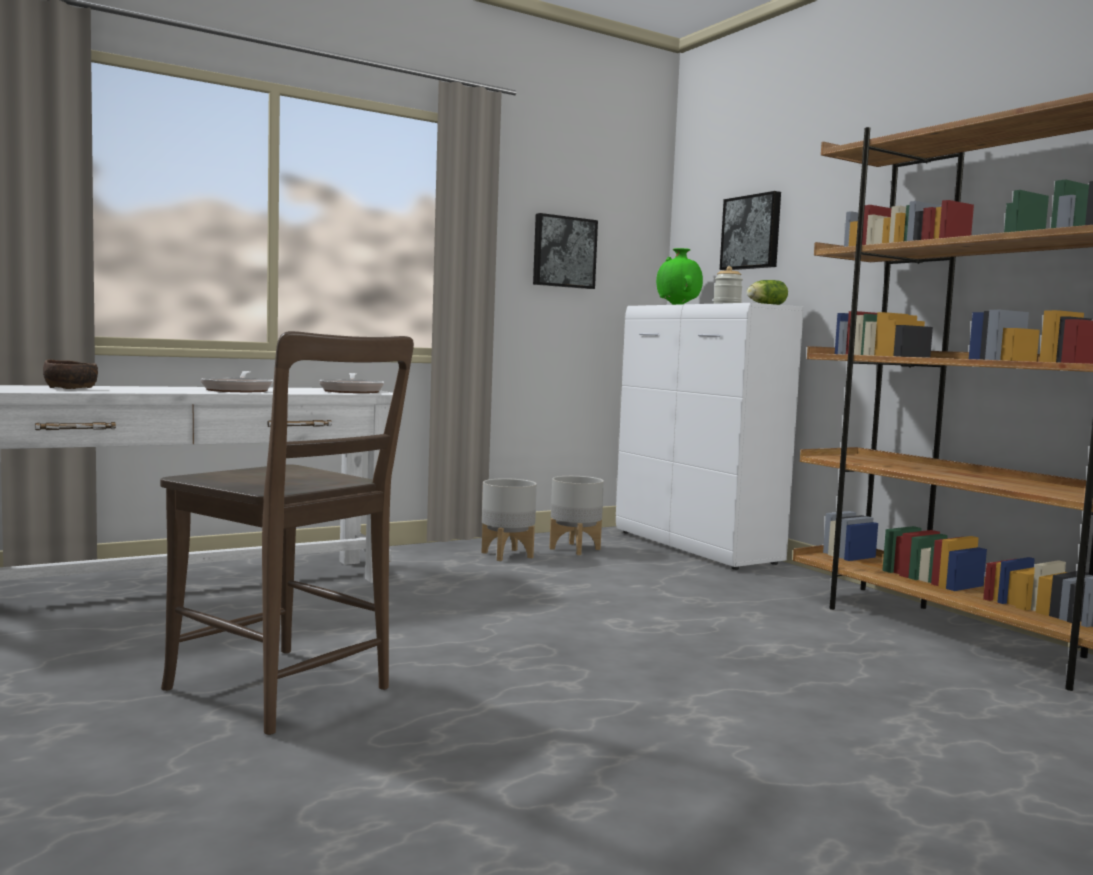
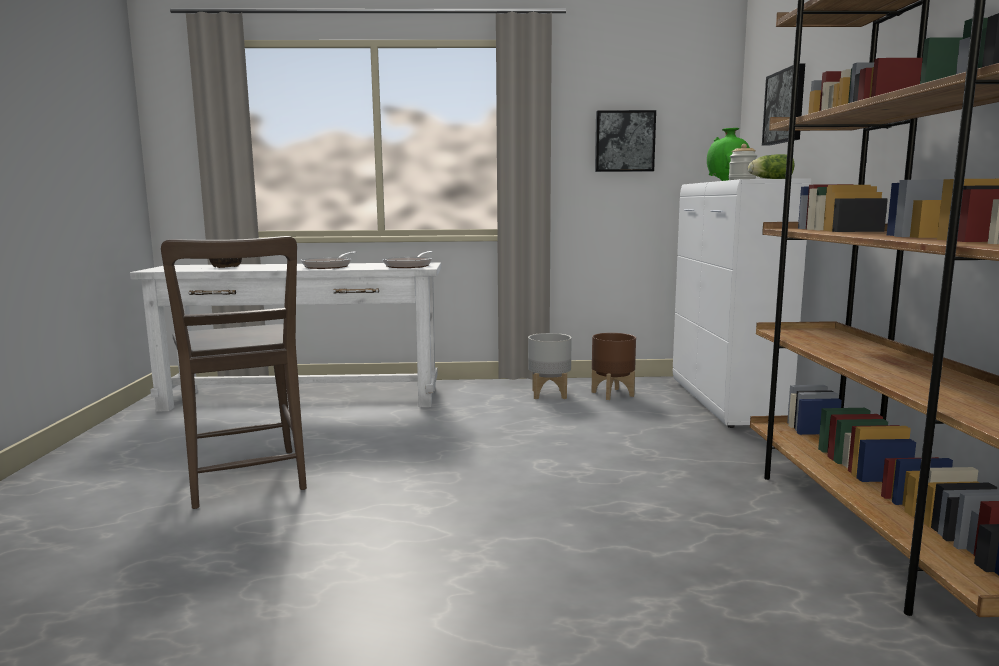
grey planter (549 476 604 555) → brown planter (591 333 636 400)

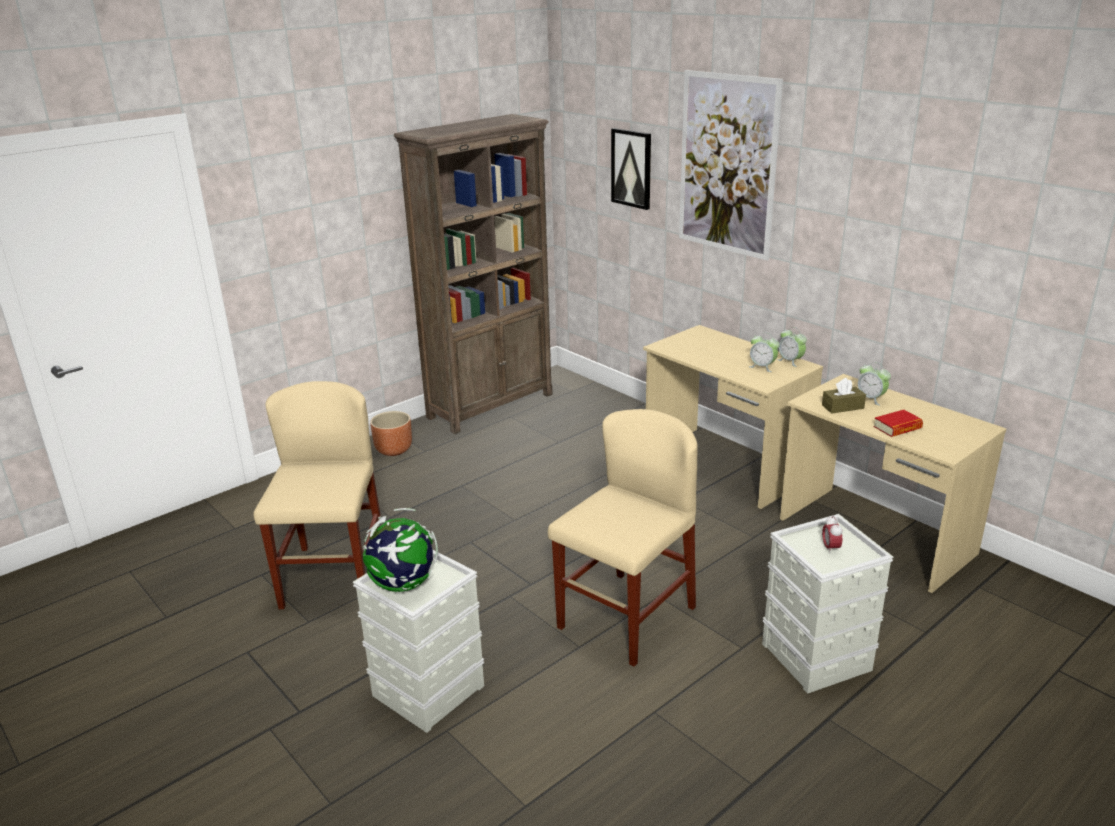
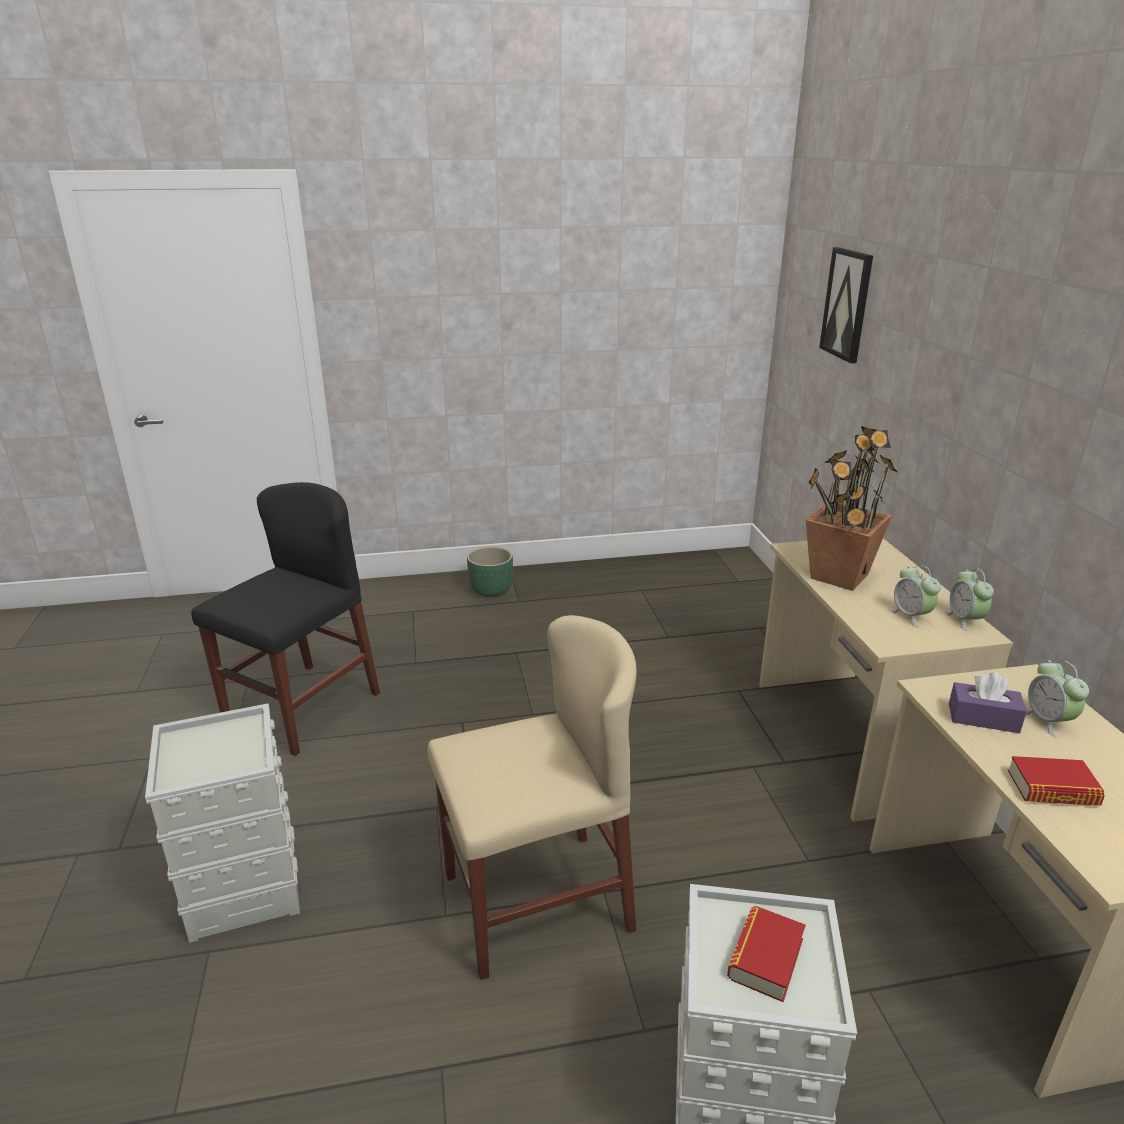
picture (679 70 783 261) → -
brown bookcase (394 114 553 434) → -
brown tissue box (822 378 866 414) → purple tissue box (949 672 1027 733)
beige chair (253 381 381 609) → black chair (191 482 380 756)
brown planter (370 411 412 456) → green planter (467 546 513 597)
globe (363 508 438 592) → -
alarm clock (822 516 842 554) → book (727 906 806 1002)
- → potted plant (806 426 897 591)

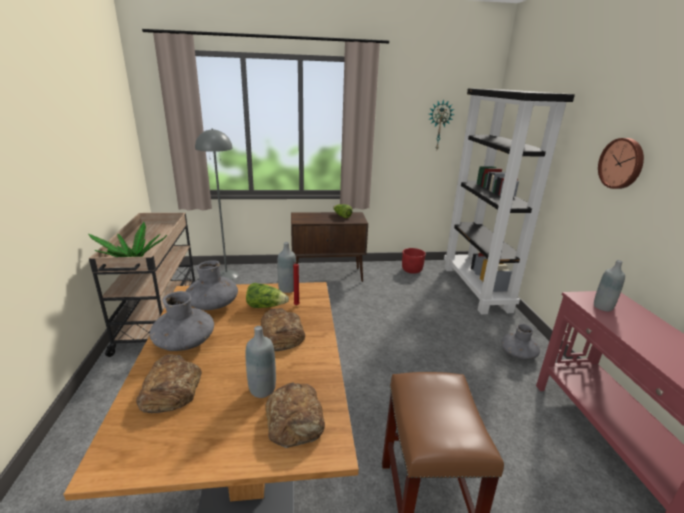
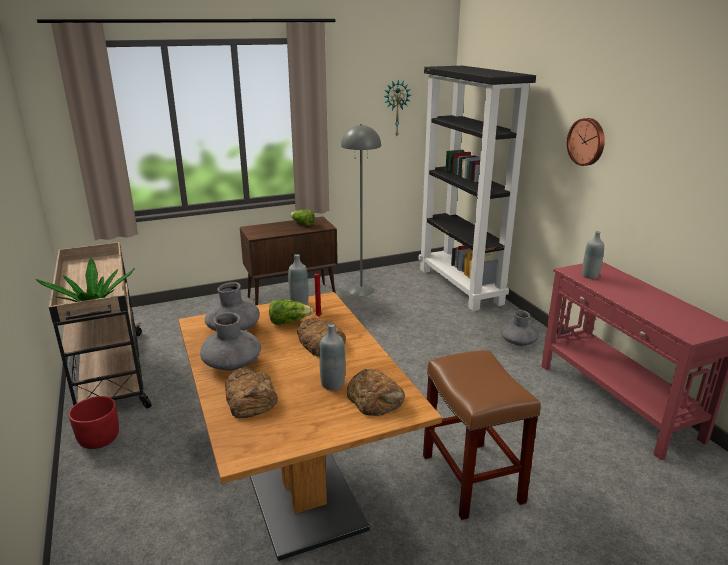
grey floor lamp (195 129 239 280) → grey floor lamp (341 124 381 296), relocated
red planter (402 248 426 274) → red planter (68 396 119 449), relocated

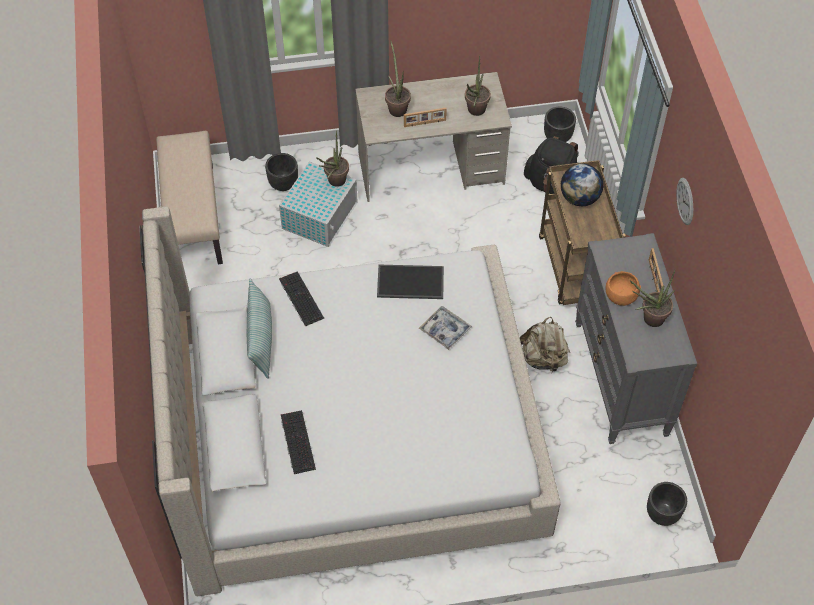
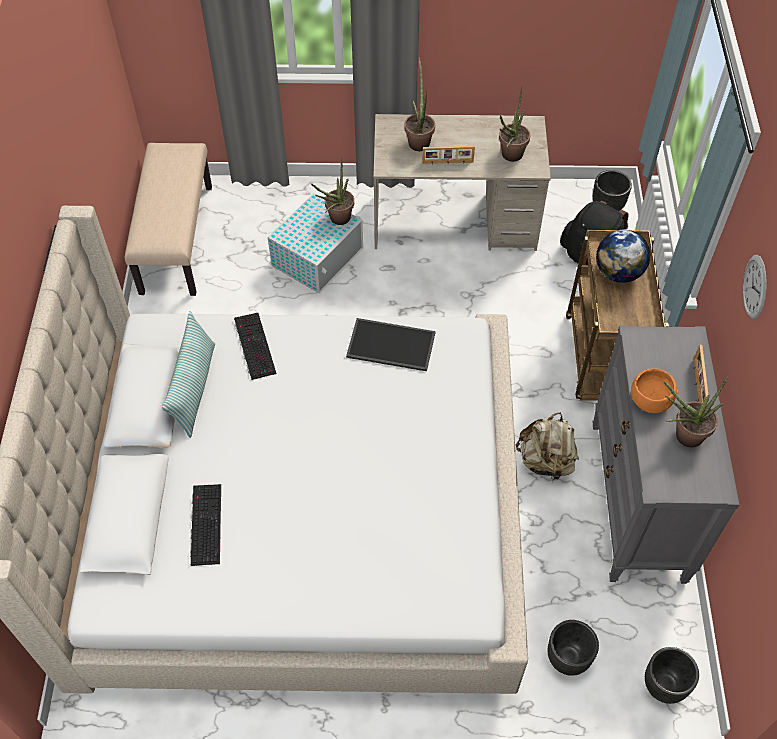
black planter (265 153 298 191) → black planter (548 620 599 676), relocated
tray (419 306 472 350) → -

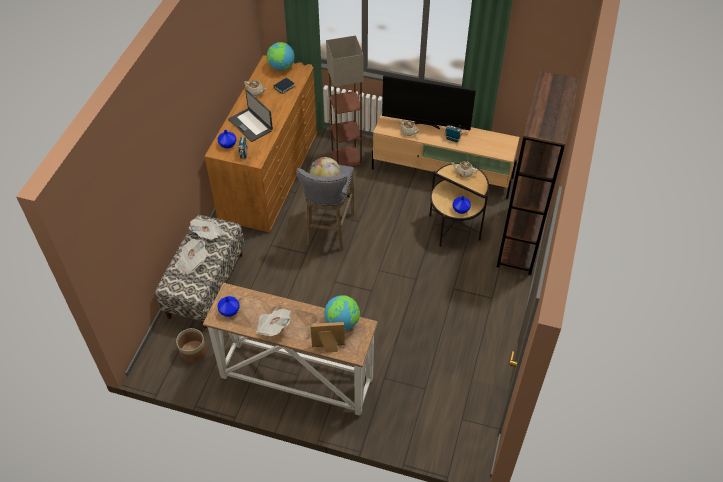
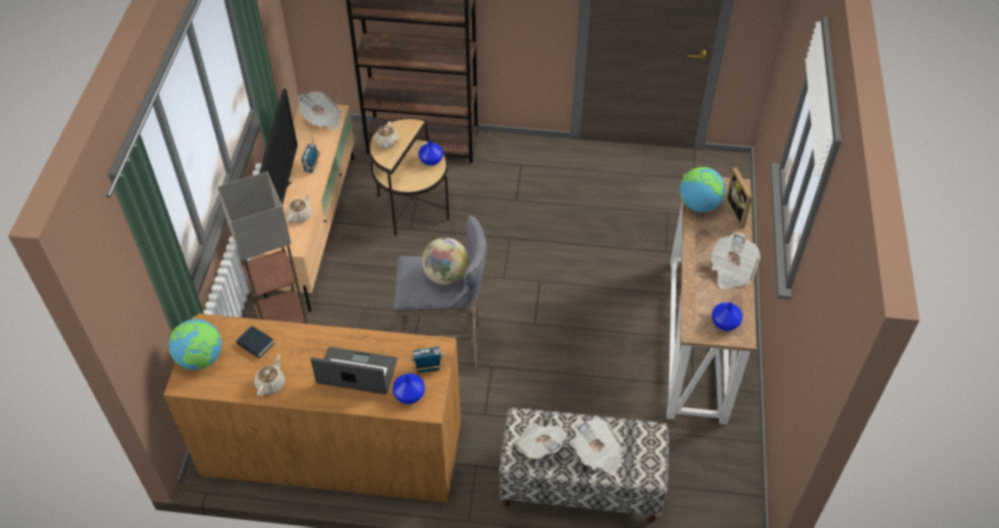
laptop (228 90 273 142) → laptop (310 347 397 394), 120 degrees counterclockwise
planter (176 328 207 363) → -
- → newspaper (299 91 342 130)

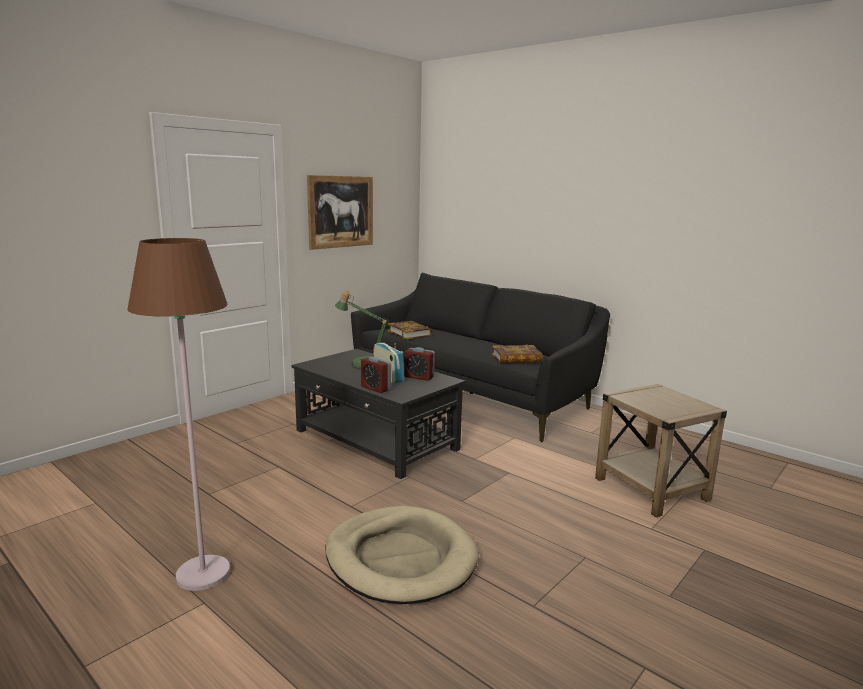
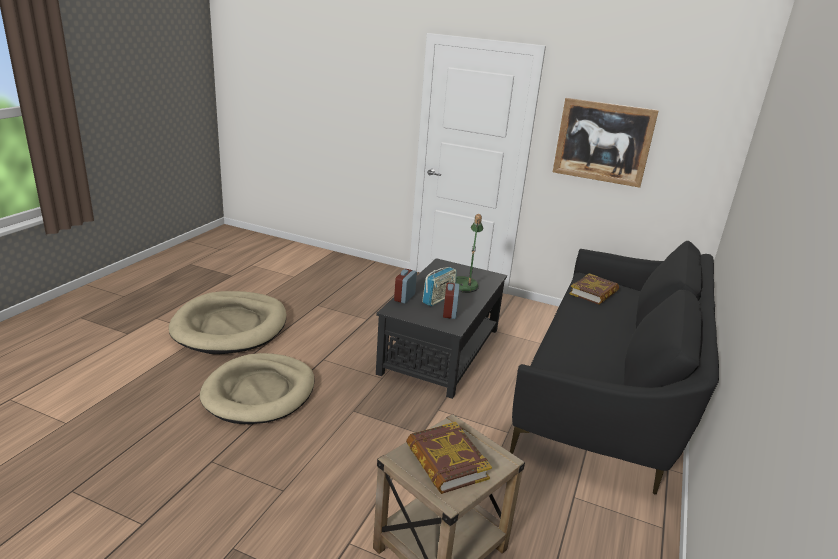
brown floor lamp (127 238 230 591) → beige dog bed (169 291 286 354)
book (492 345 543 363) → book (406 422 492 494), relocated

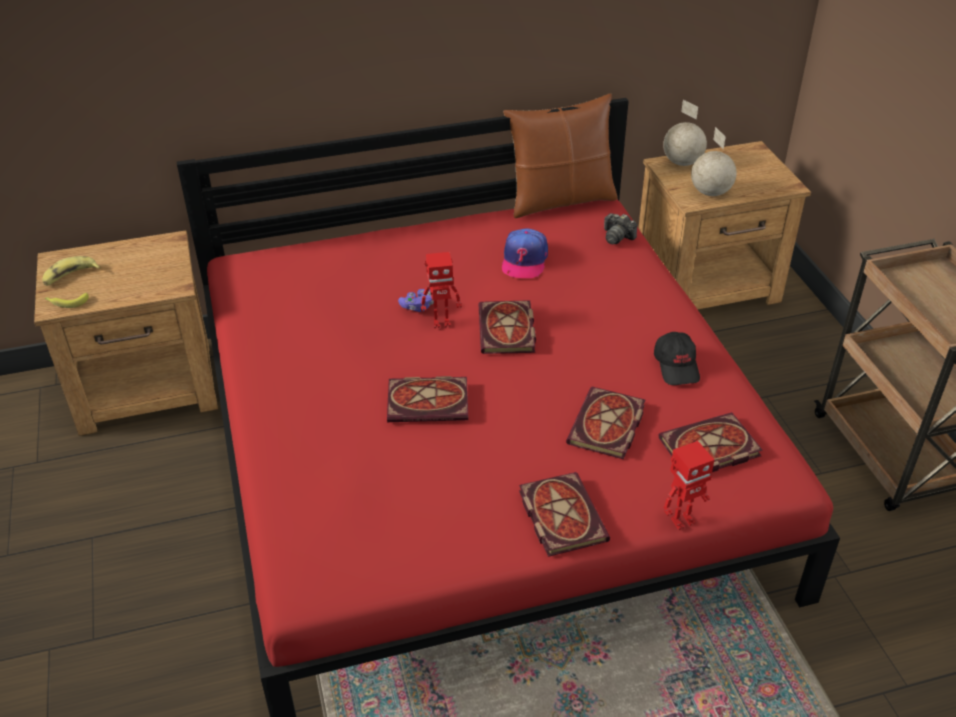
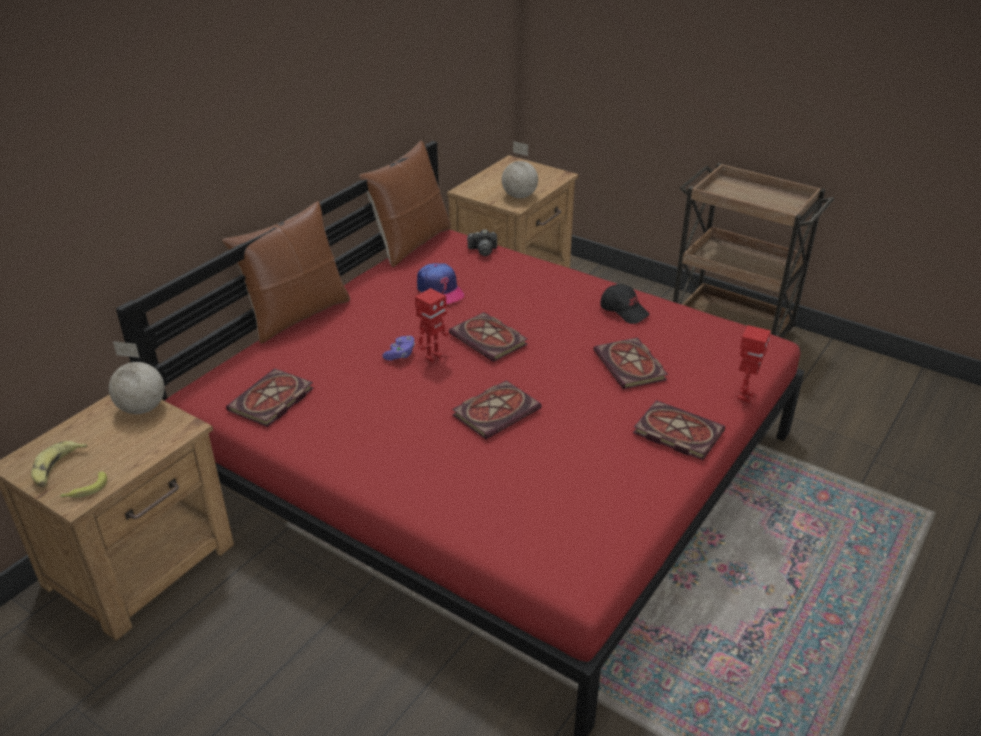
globe (663 100 707 166) → globe (109 341 165 414), relocated
book (658 412 763 472) → book (226 368 314 427), relocated
- → brown pillow (222 201 350 344)

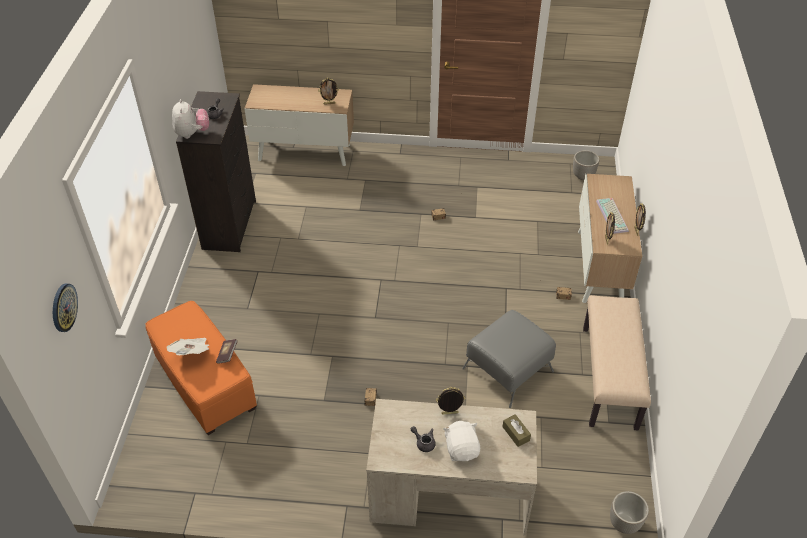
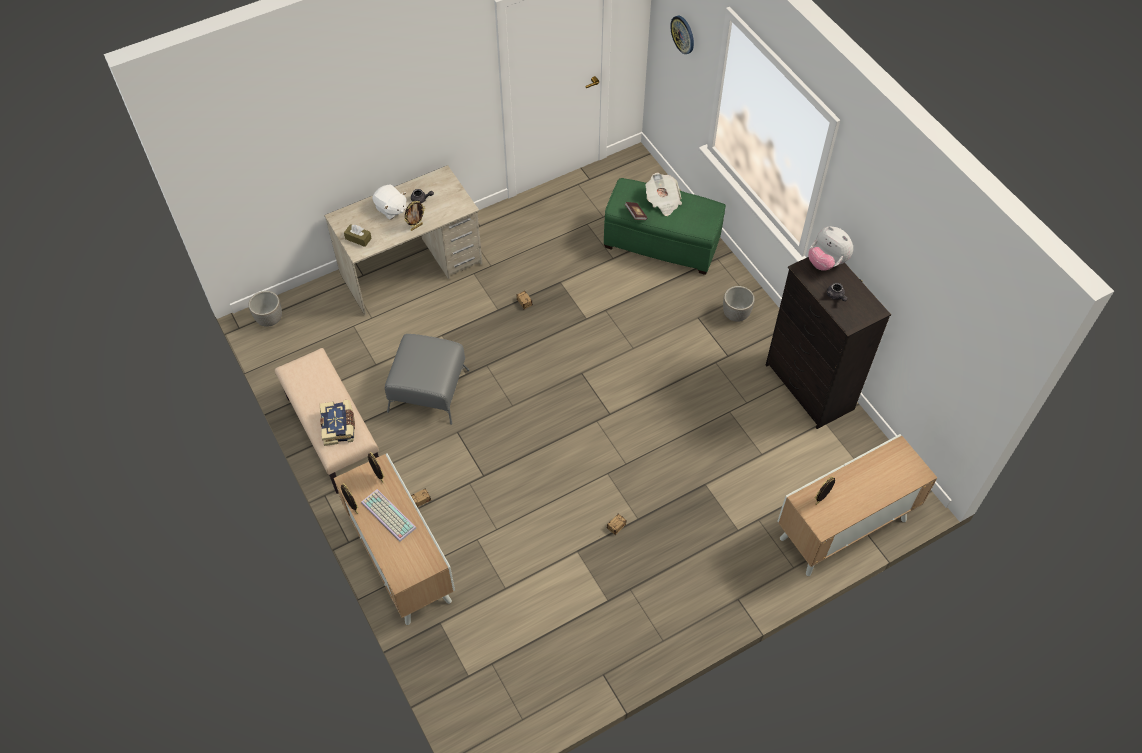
planter (573 150 599 180) → planter (723 286 755 322), relocated
orange ottoman (145 301 257 435) → green ottoman (604 178 726 275)
- → book (320 400 355 446)

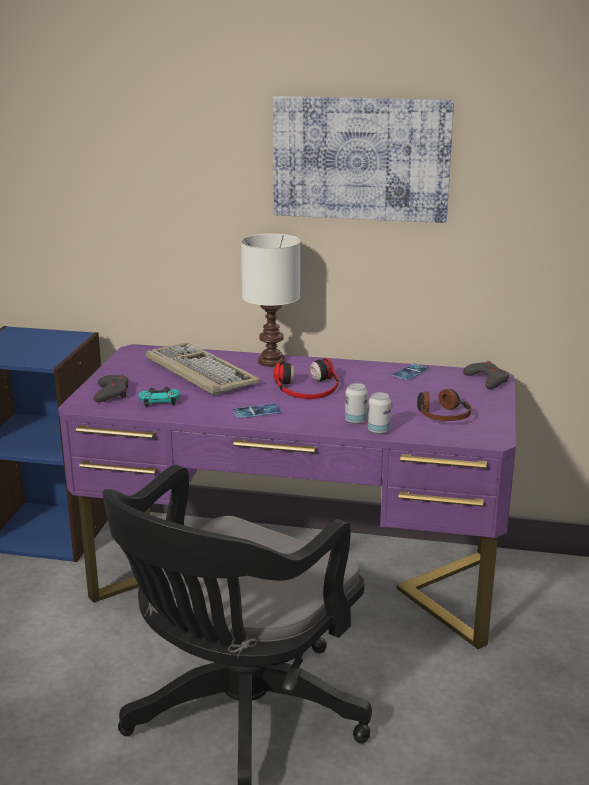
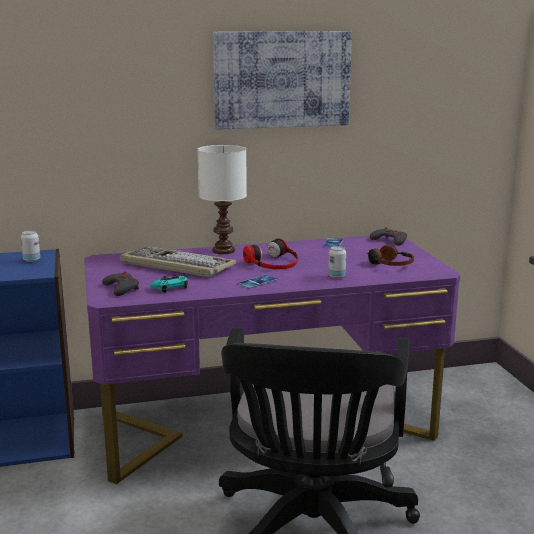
can (368 392 391 434) → can (21 230 40 262), relocated

